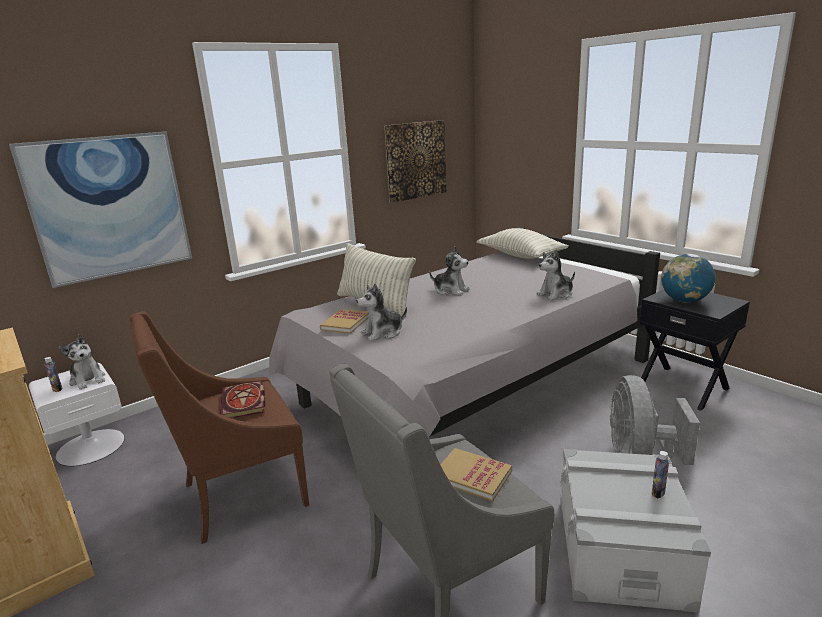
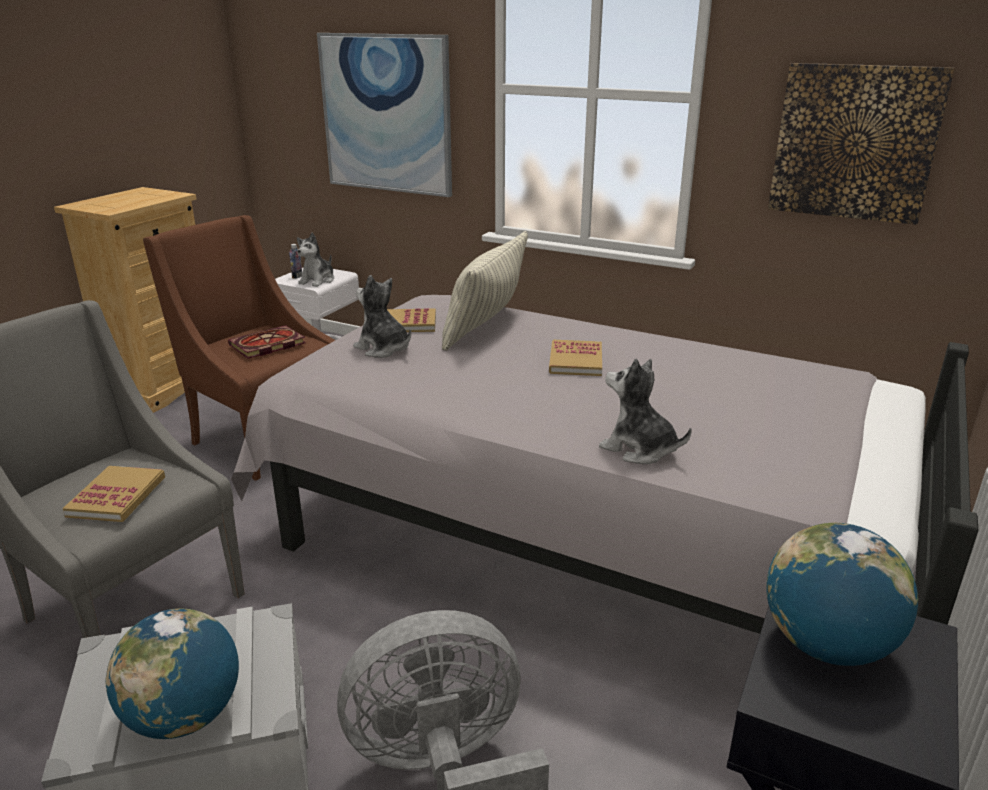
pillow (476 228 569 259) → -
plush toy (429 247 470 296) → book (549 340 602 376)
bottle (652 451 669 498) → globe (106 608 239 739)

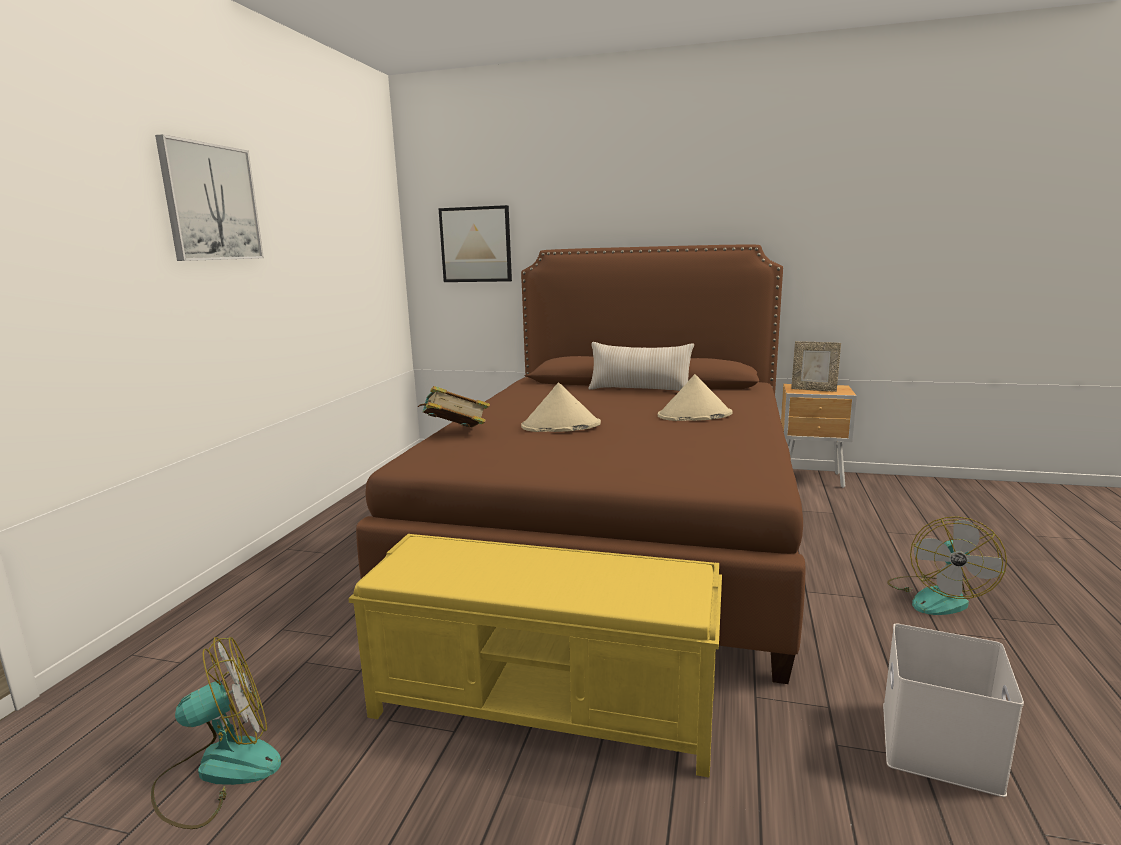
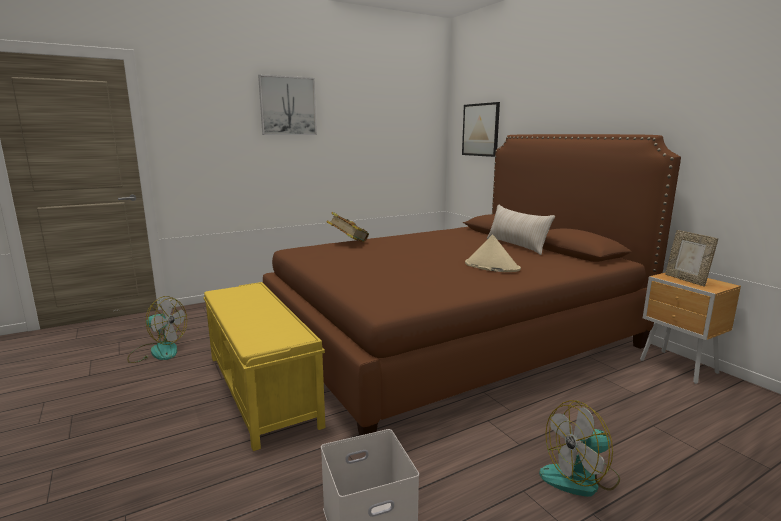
beige hat (521 383 601 432) → -

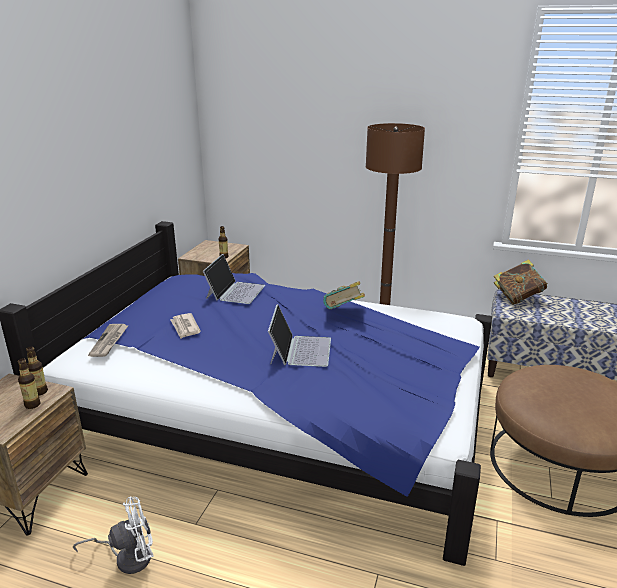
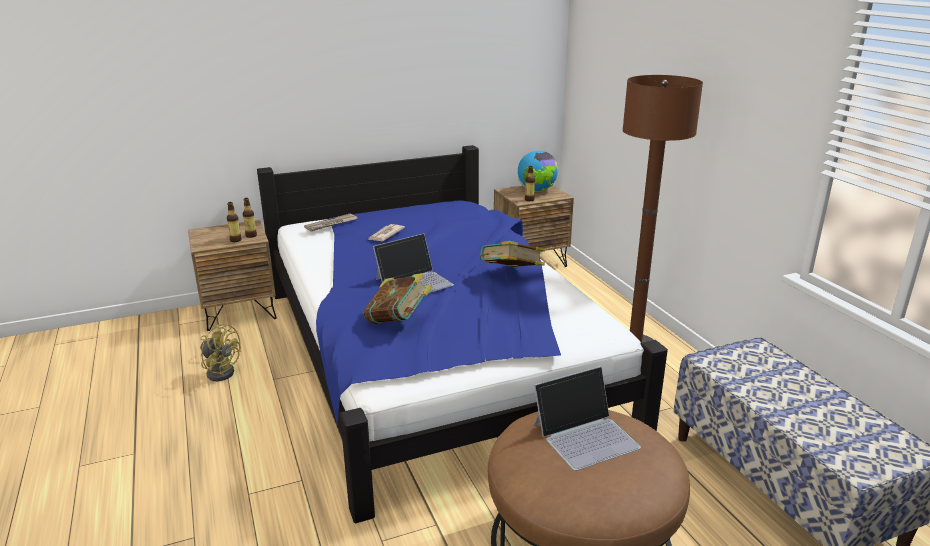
laptop (203 254 265 304) → laptop (534 366 641 471), relocated
book (494 259 548 304) → book (363 273 432 324), relocated
white fan (73 497 154 574) → yellow fan (200 323 241 381)
- → globe (518 151 559 192)

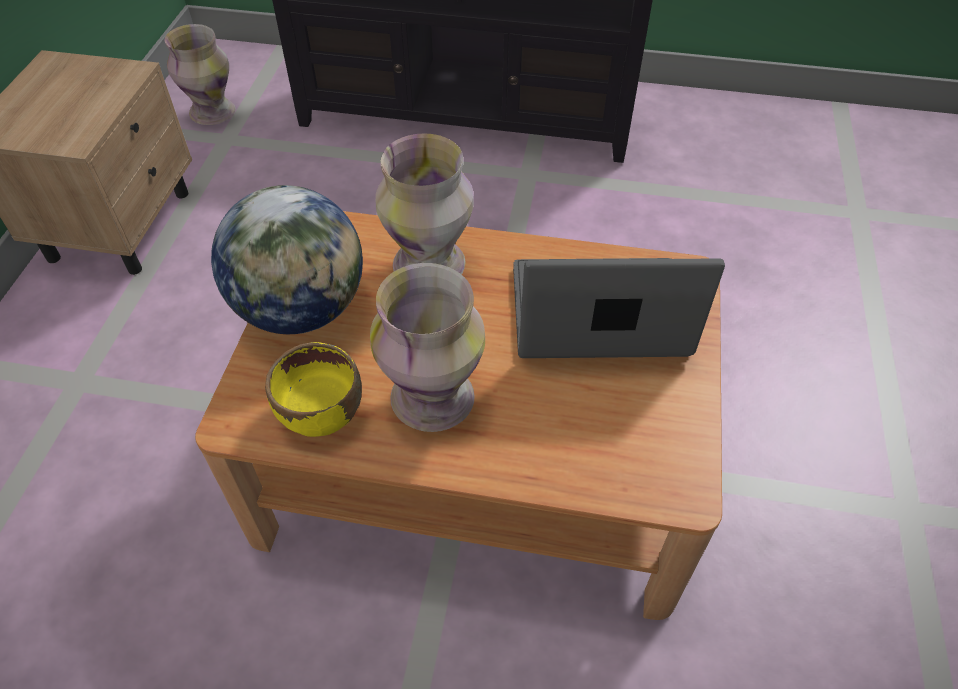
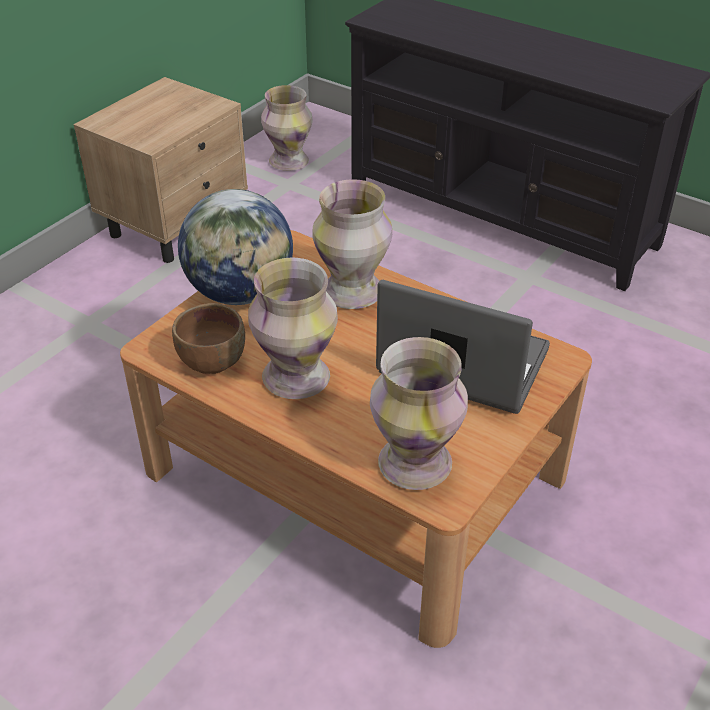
yellow bowl (265 342 362 437) → brown bowl (172 303 245 374)
- → vase (370 337 468 490)

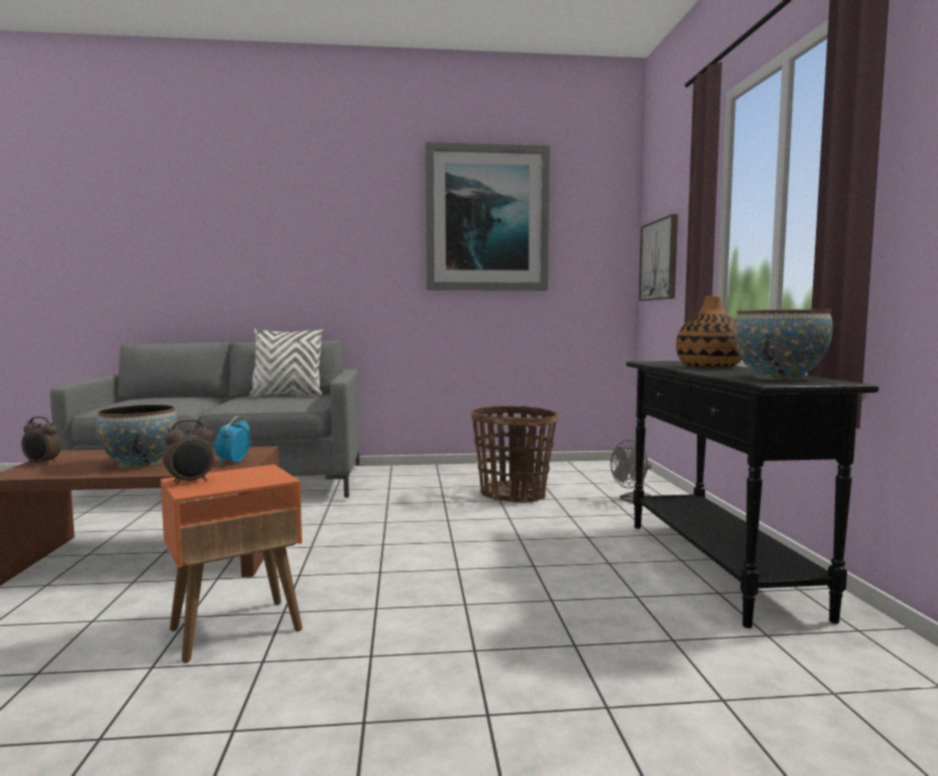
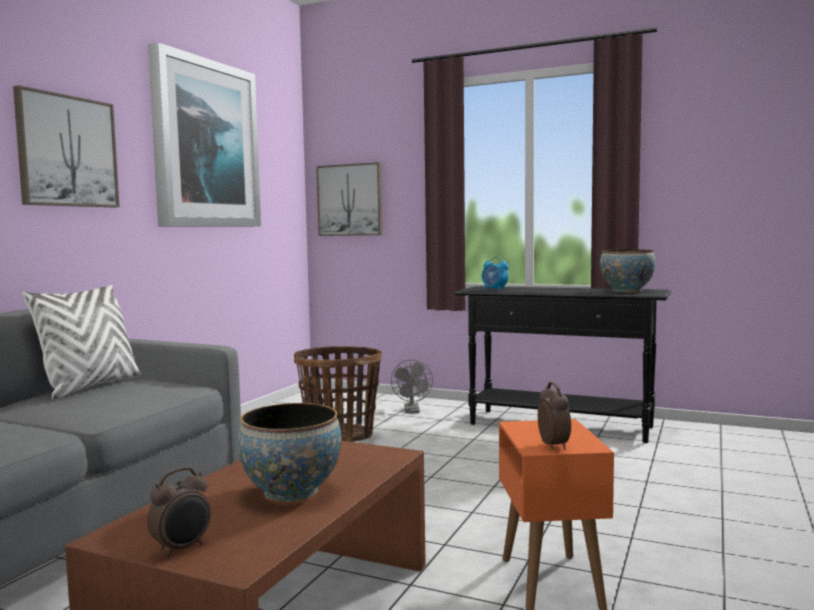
vase (676 296 742 368) → -
alarm clock (214 416 250 466) → alarm clock (482 256 509 291), relocated
- → picture (13 85 120 207)

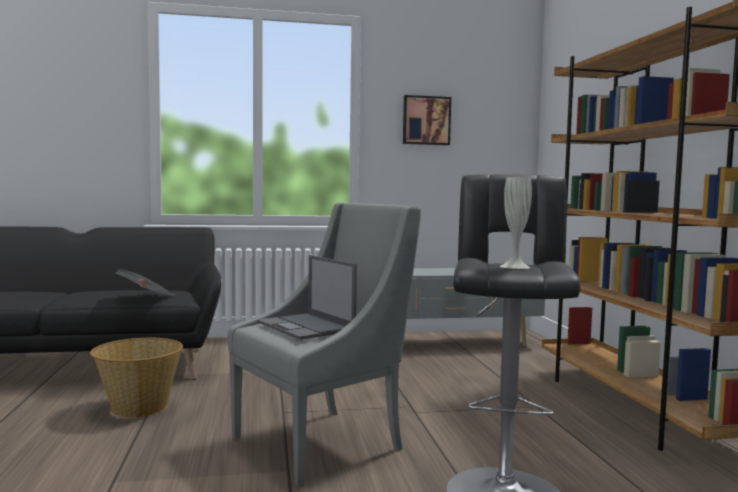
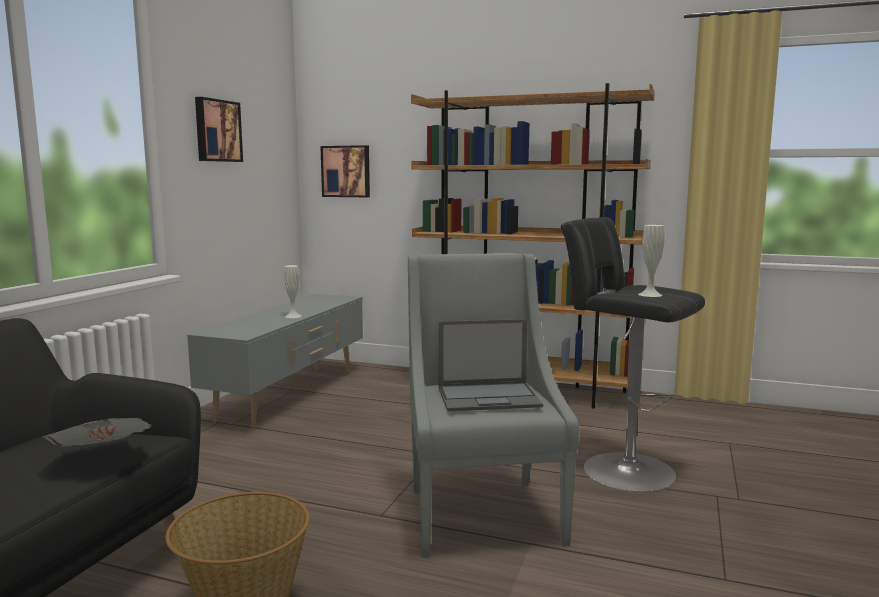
- → picture (320 145 370 197)
- → white vase (284 265 302 318)

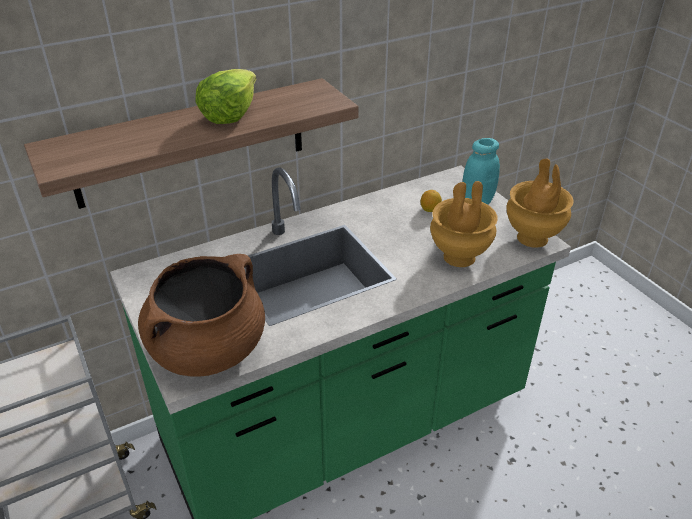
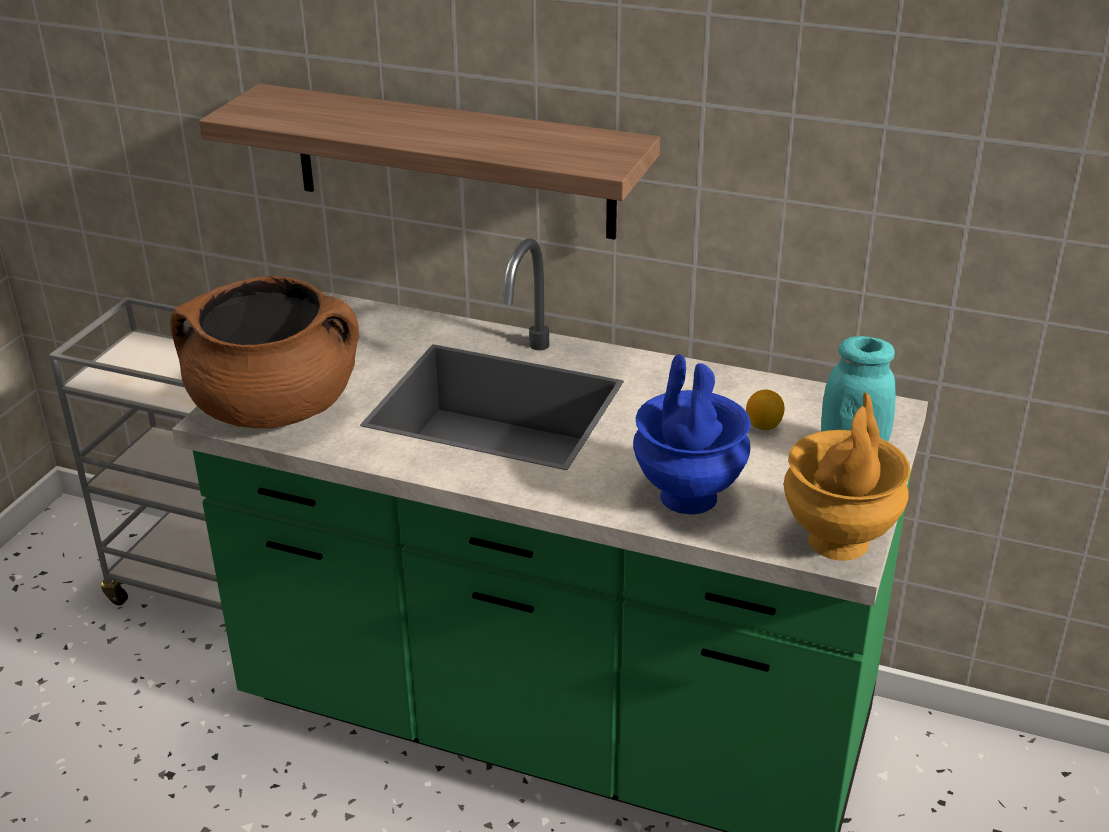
lettuce (196 69 256 124) → -
brown vase (430 181 498 267) → blue vase (633 354 751 514)

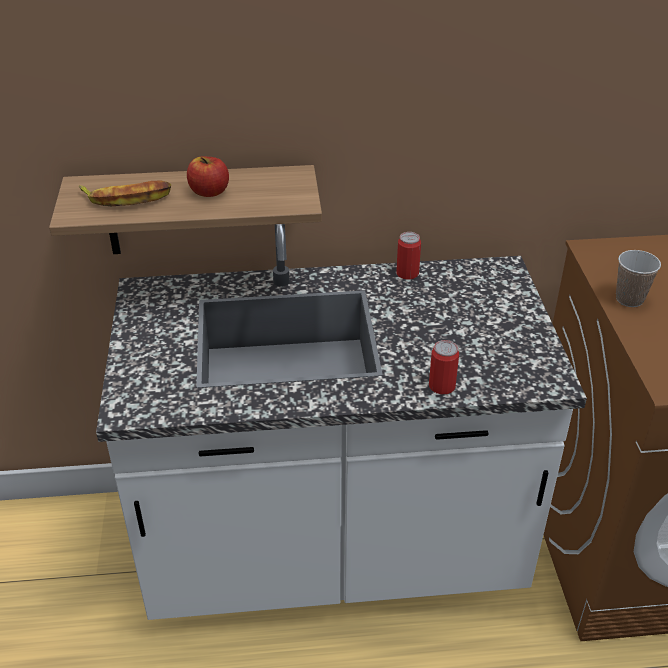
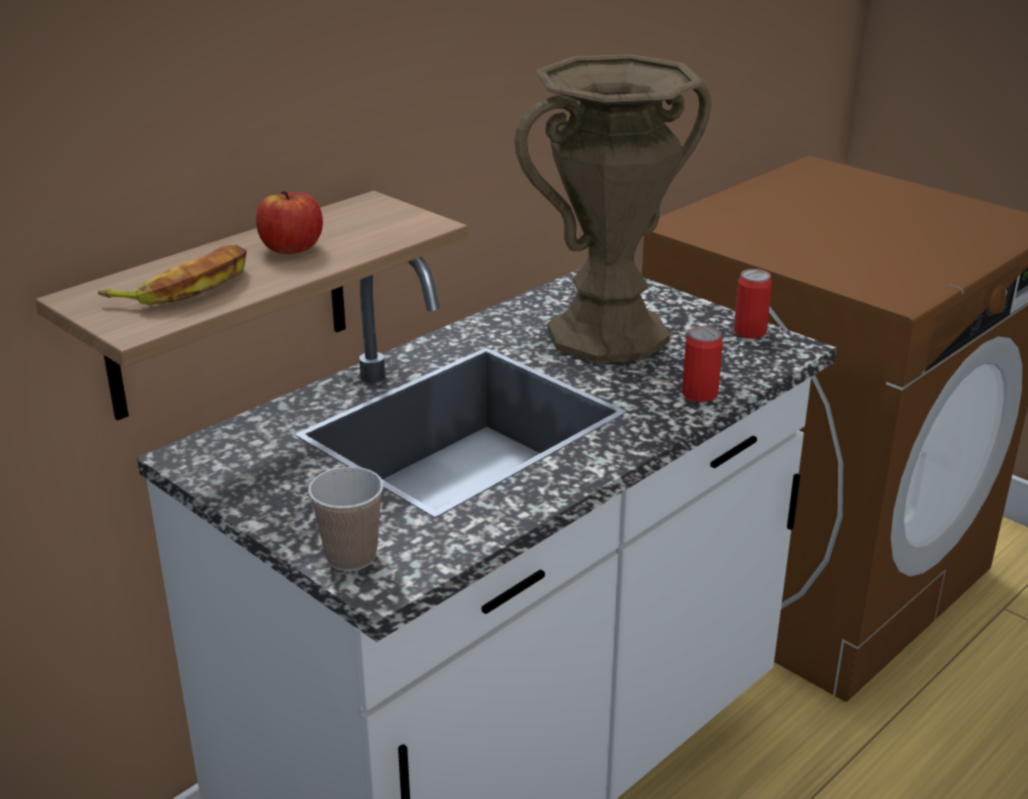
can (396 232 421 280) → can (734 269 772 339), relocated
cup (616 250 661 307) → cup (308 467 384 571), relocated
- → brown vase (514 54 712 363)

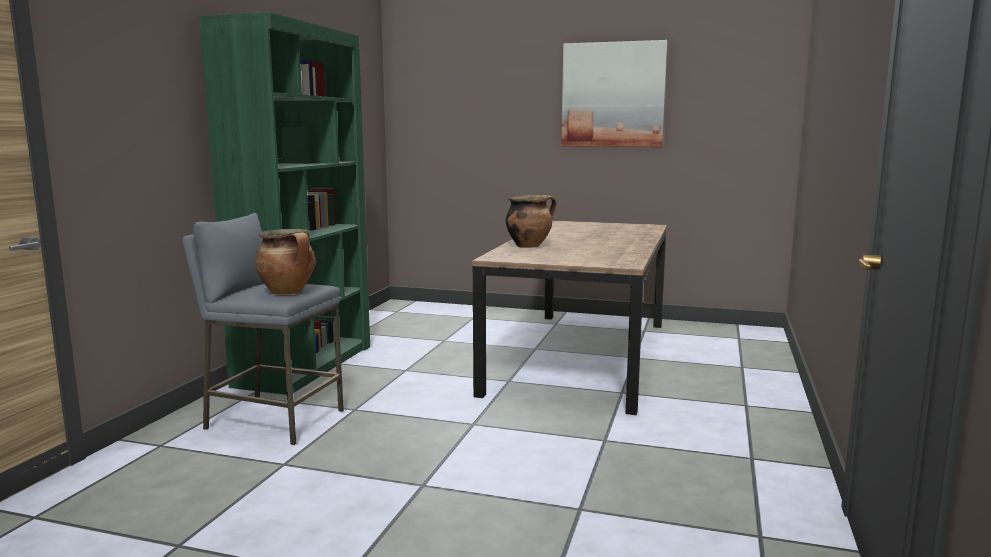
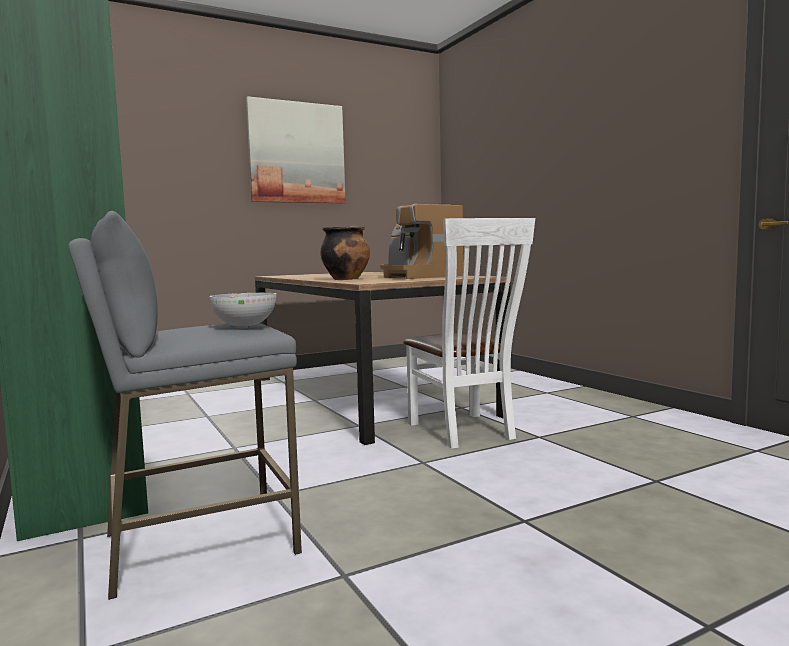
cooking pot (255 229 315 295) → bowl (209 293 276 328)
- → coffee machine (380 204 464 279)
- → white chair (404 218 535 449)

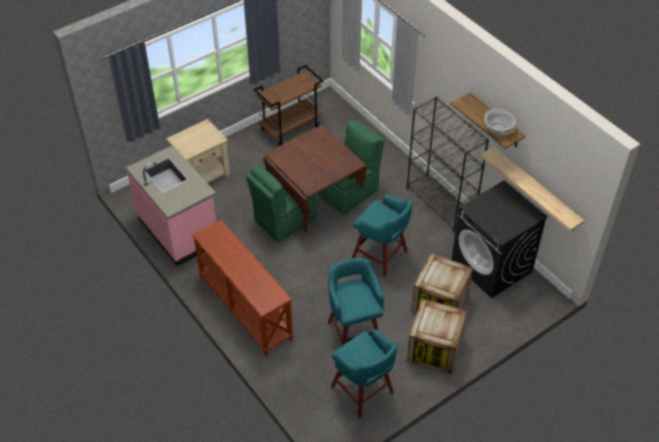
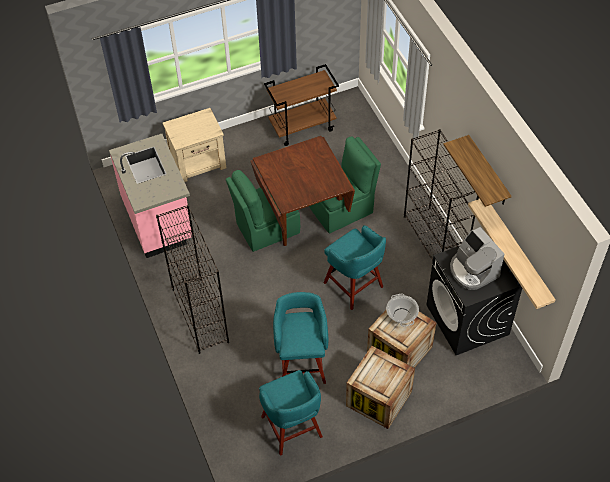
cooking pot (484 109 516 135) → cooking pot (386 294 419 327), relocated
brown console table (192 220 294 356) → black bookcase (156 205 229 354)
- → coffee machine (450 227 504 290)

